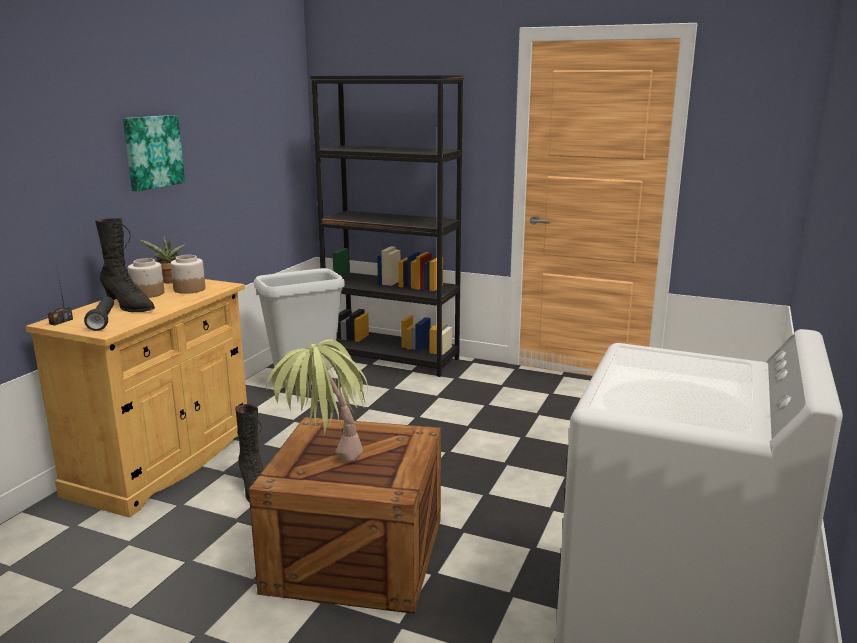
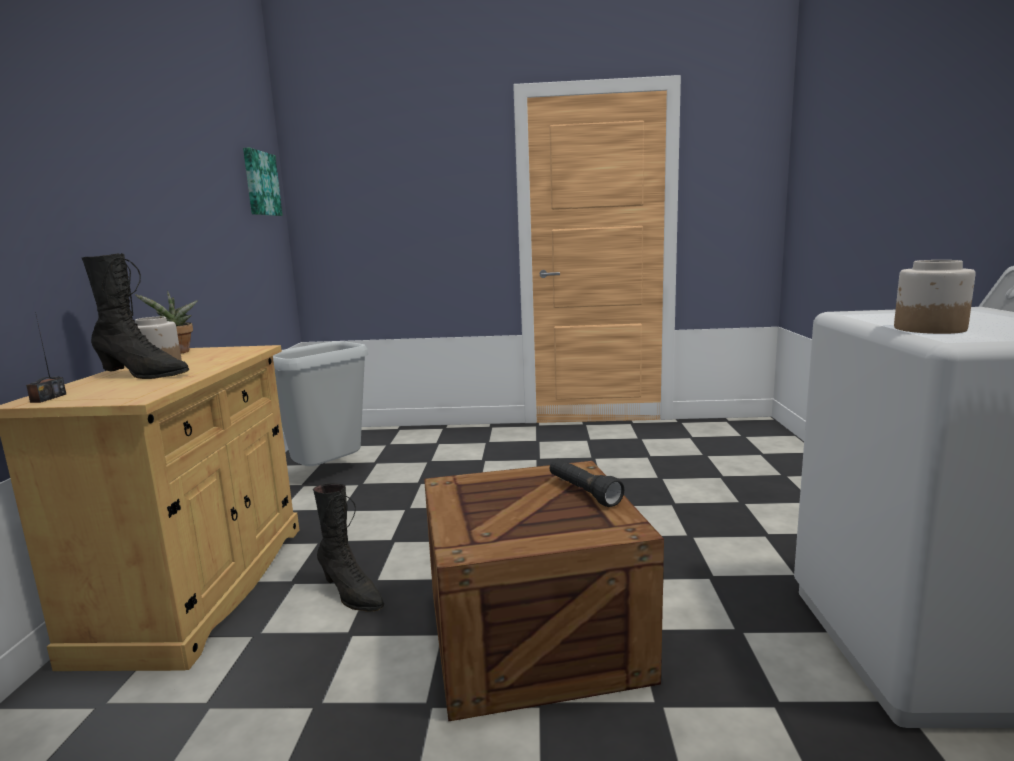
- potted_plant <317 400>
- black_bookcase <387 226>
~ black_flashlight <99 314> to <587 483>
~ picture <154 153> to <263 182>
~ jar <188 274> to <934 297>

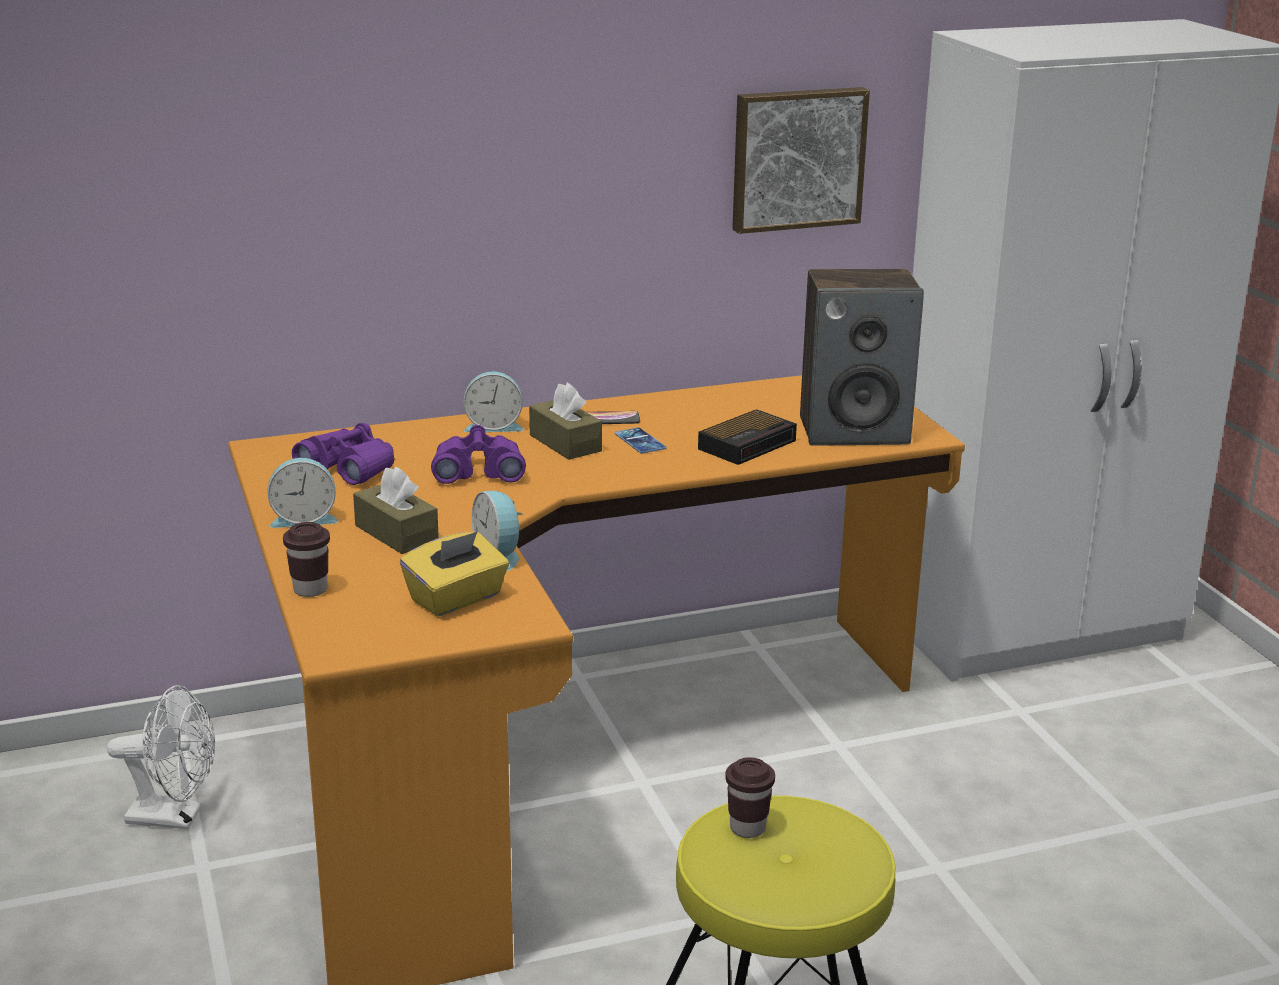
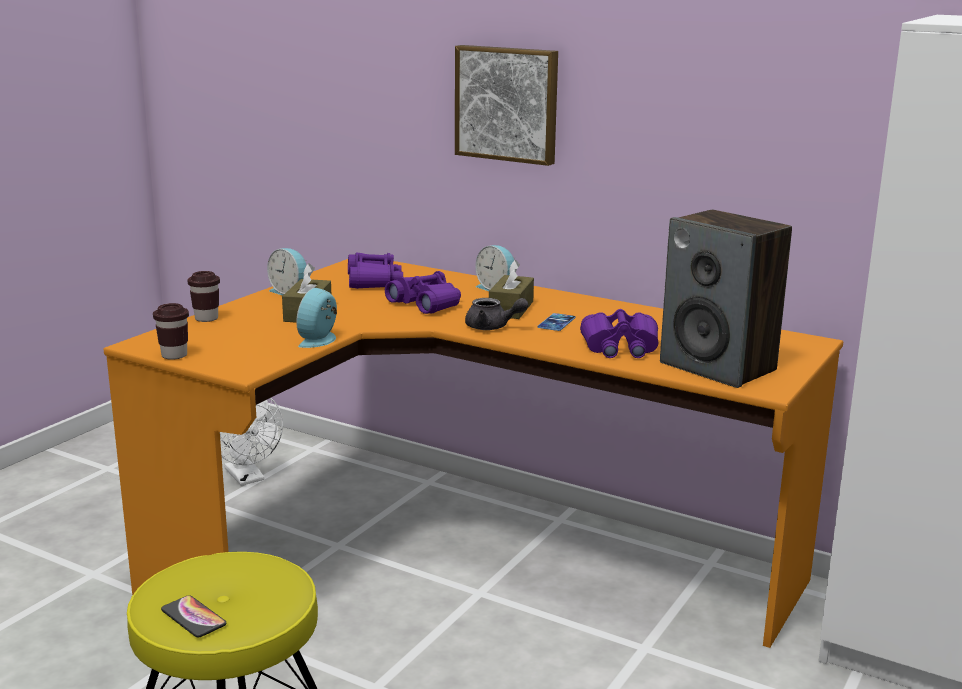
- yellow_tissue_box <454 574>
+ grey_teapot <496 314>
~ phone <613 417> to <193 616>
~ brown_cup <750 797> to <171 331>
~ picture <801 160> to <506 105>
~ alarm_clock <747 437> to purple_binoculars <619 333>

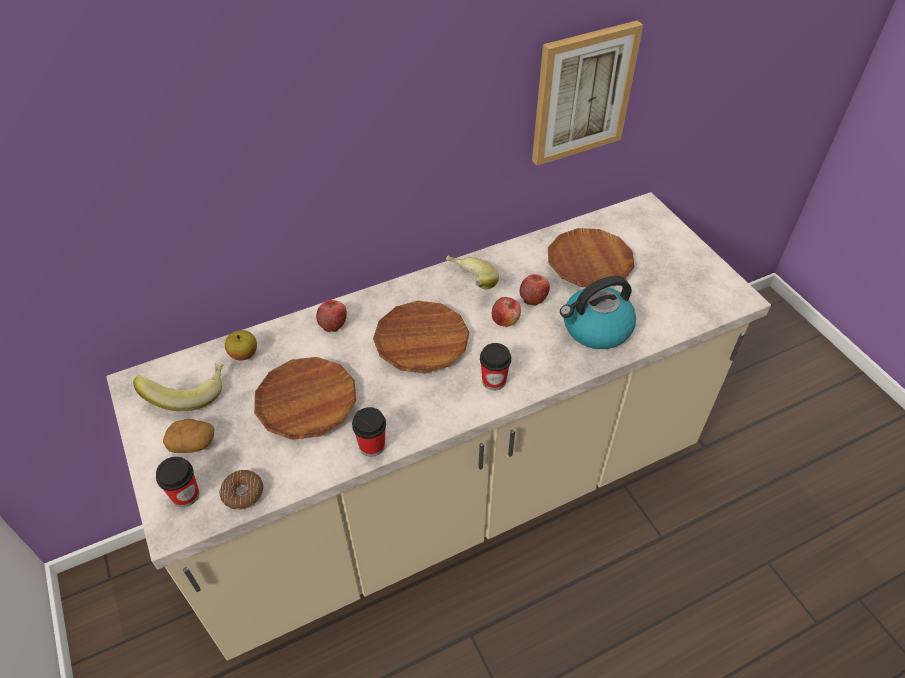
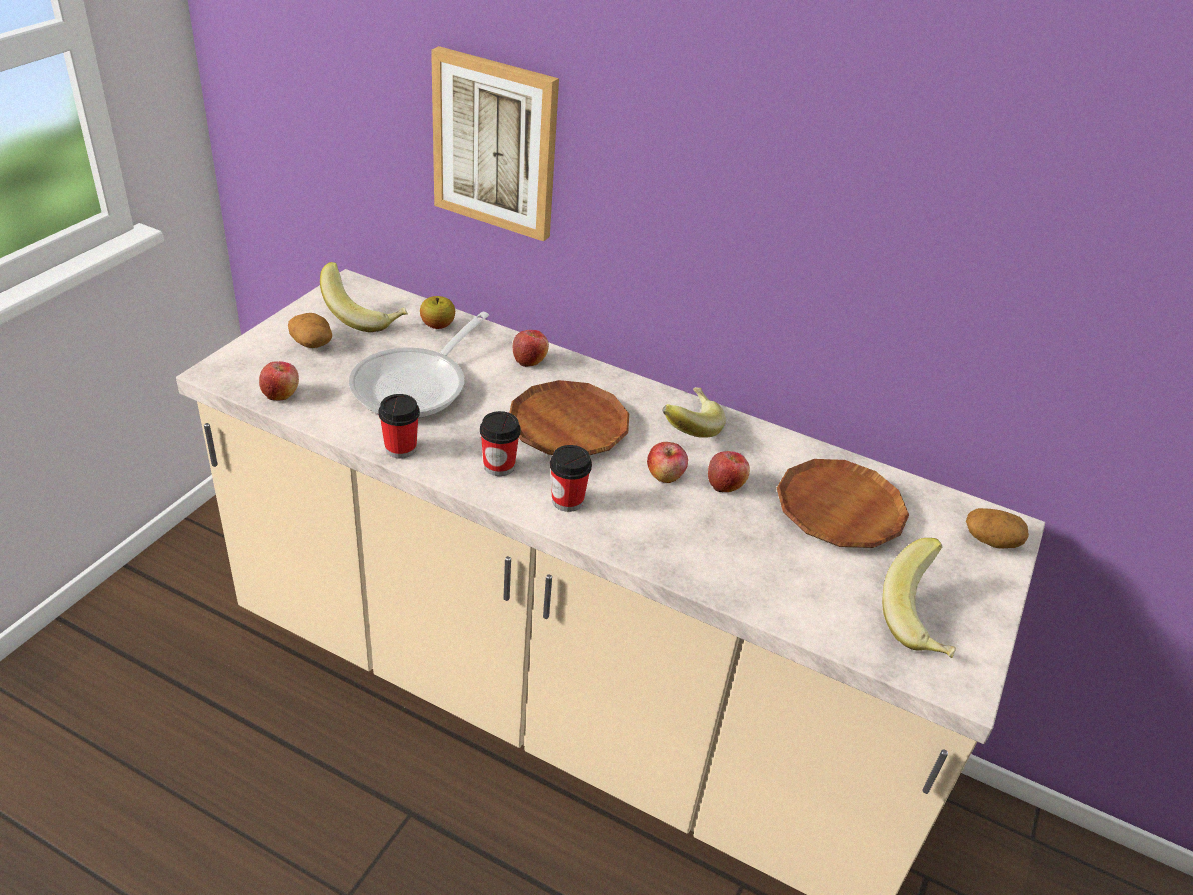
- kettle <598 312>
+ banana <919 598>
+ potato <997 528>
~ cup <177 481> to <500 443>
~ picture <587 93> to <495 143>
~ donut <241 490> to apple <279 381>
~ brown_plate <305 398> to frying_pan <419 365>

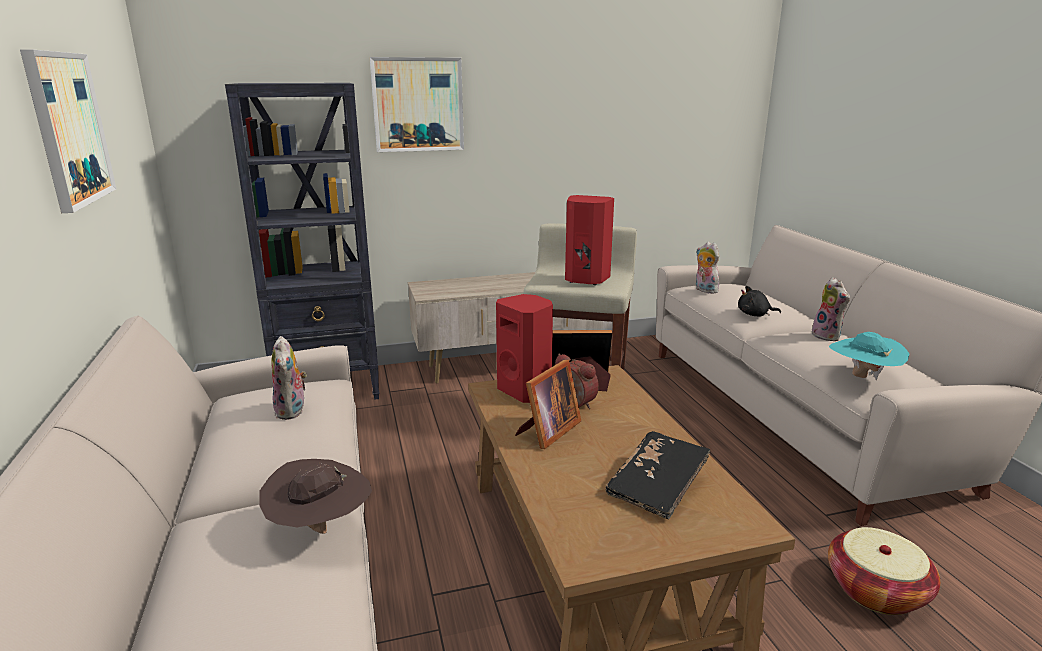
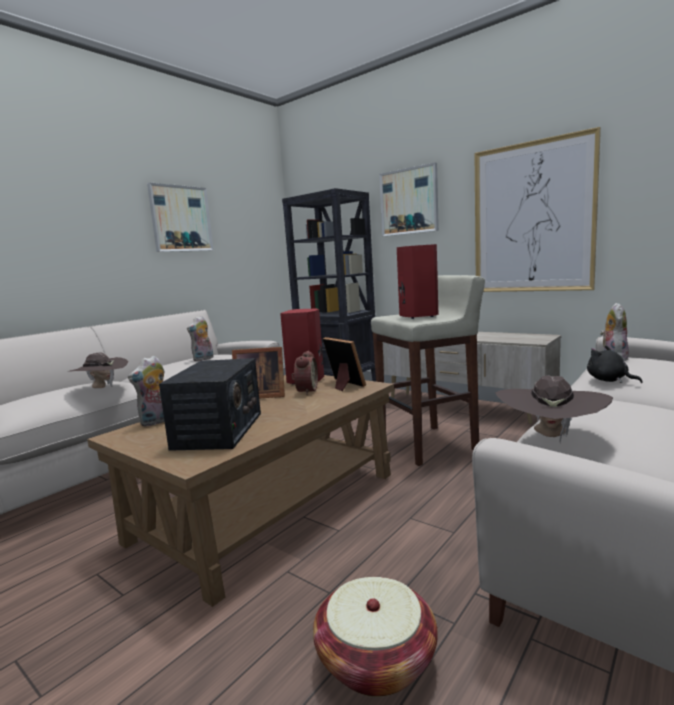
+ picture <537 209>
~ plush_toy <830 309> to <146 391>
~ black_book <658 475> to radio <210 404>
~ turquoise_hat <869 356> to brown_hat <554 409>

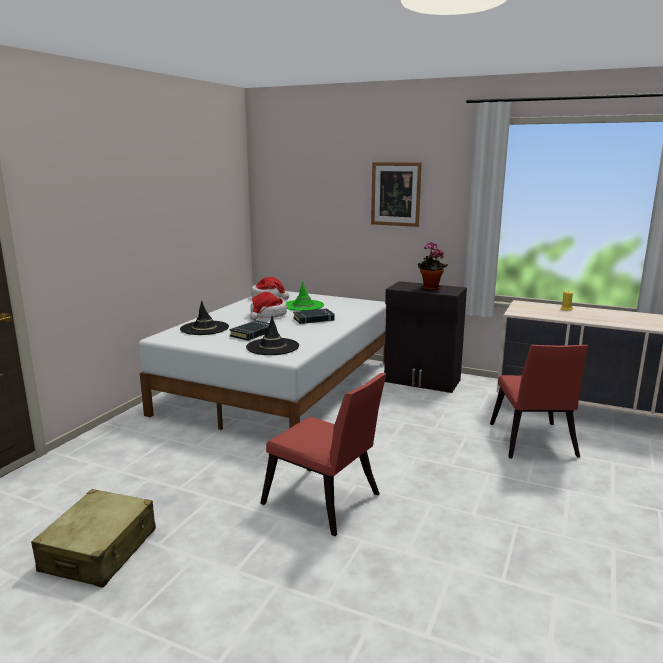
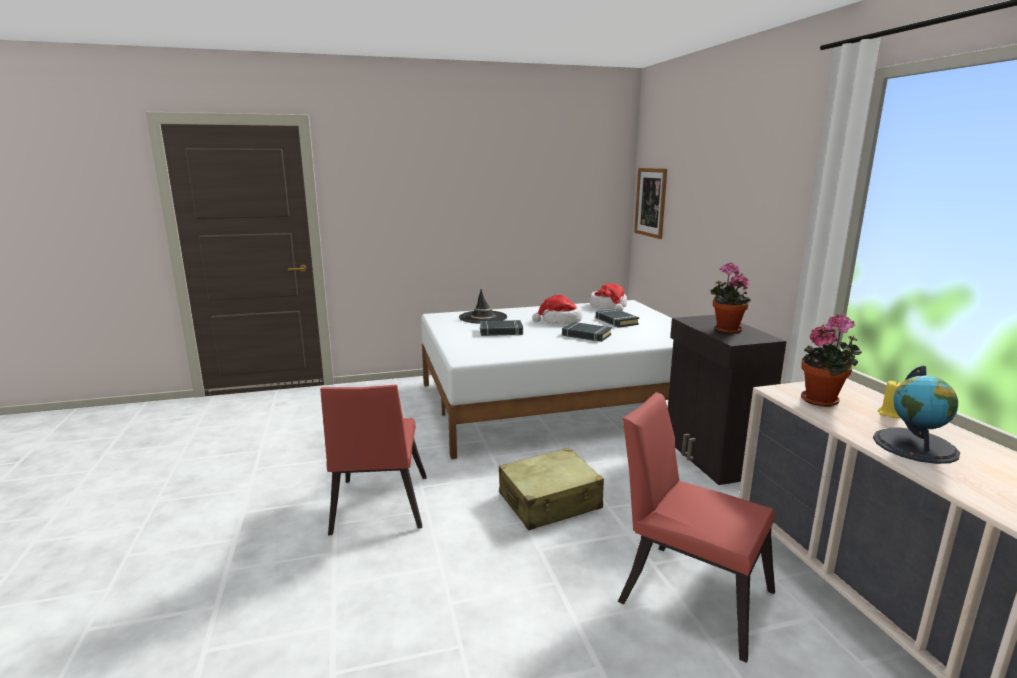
- black_hat <272 335>
+ potted_plant <831 360>
+ globe <916 415>
~ beige_suitcase <93 538> to <551 489>
~ picture <396 194> to <650 203>
~ green_hat <305 296> to black_book <617 318>
~ red_chair <539 402> = <696 527> 75 degrees clockwise

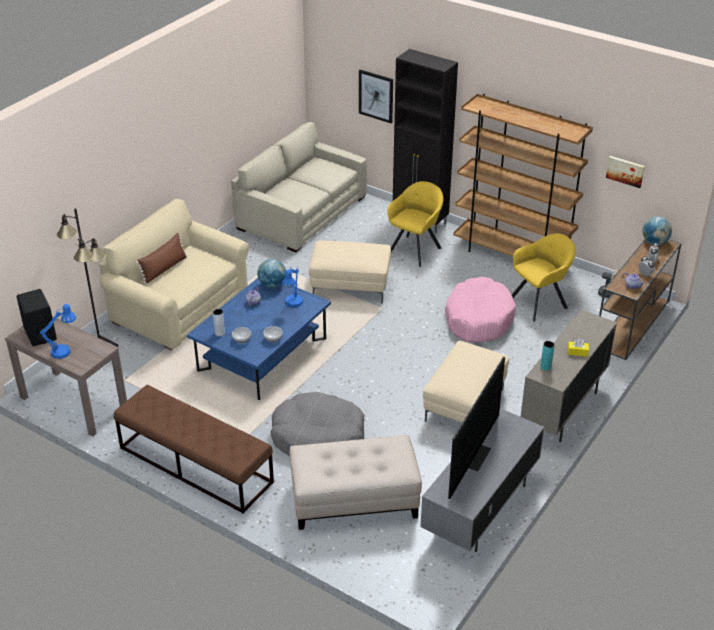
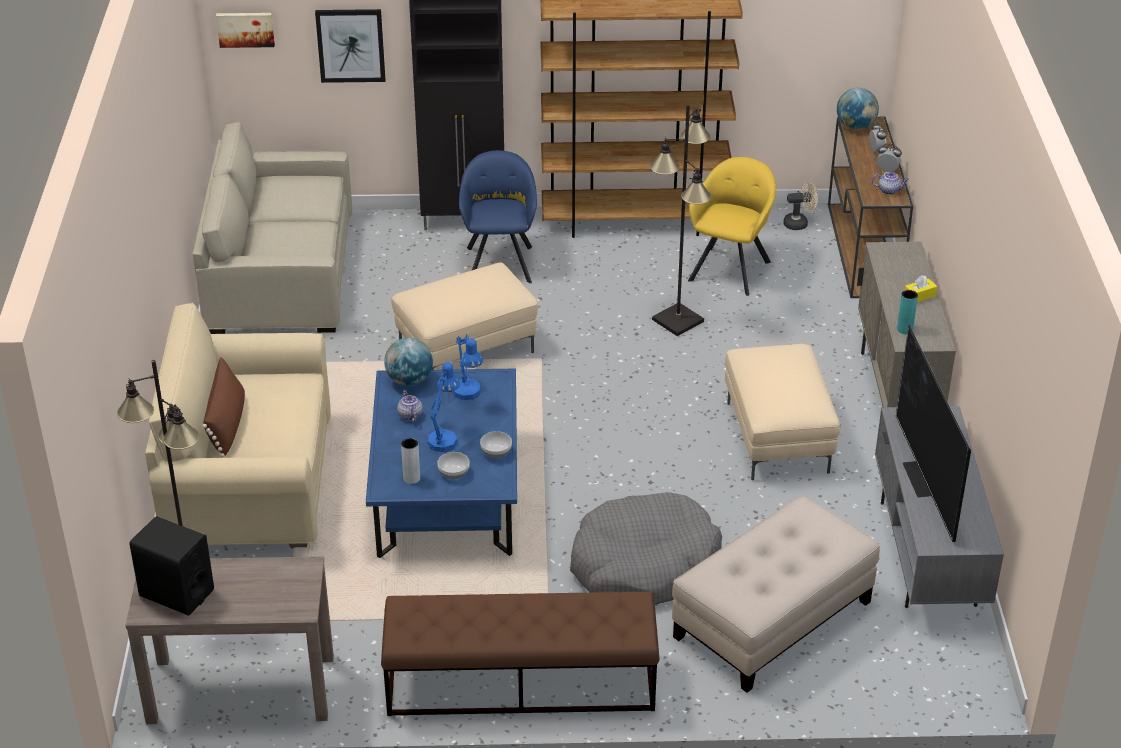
~ blue_table_lamp <58 331> to <443 407>
~ picture <625 172> to <245 30>
~ pink_dog_bed <480 310> to black_floor_lamp <680 220>
~ yellow_armchair <415 224> to blue_armchair <498 216>

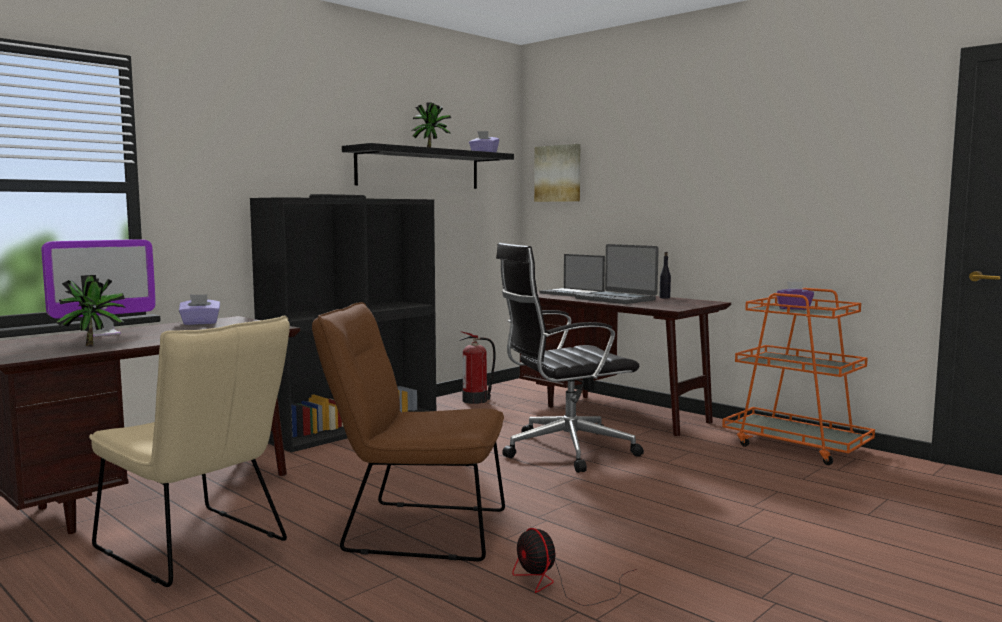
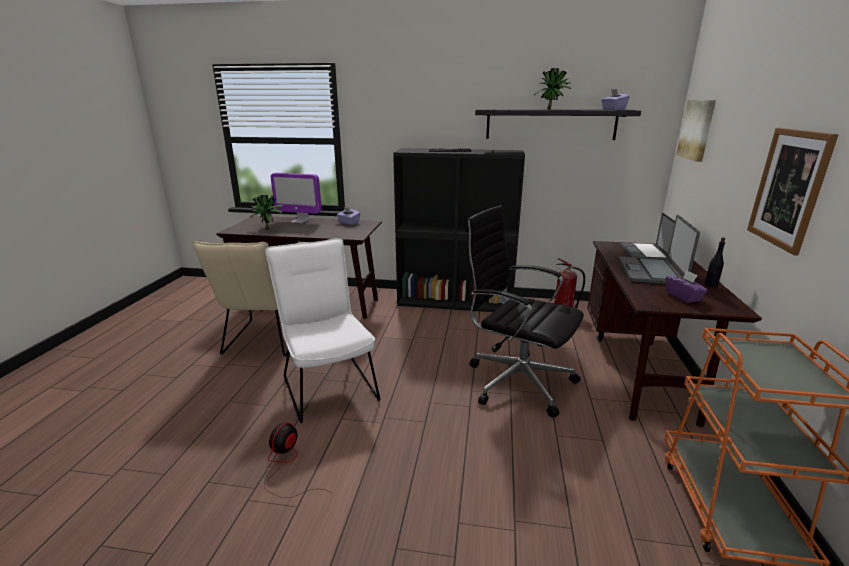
+ picture <792 192>
~ purple_tissue_box <795 295> to <687 286>
~ brown_chair <408 431> to white_chair <322 330>

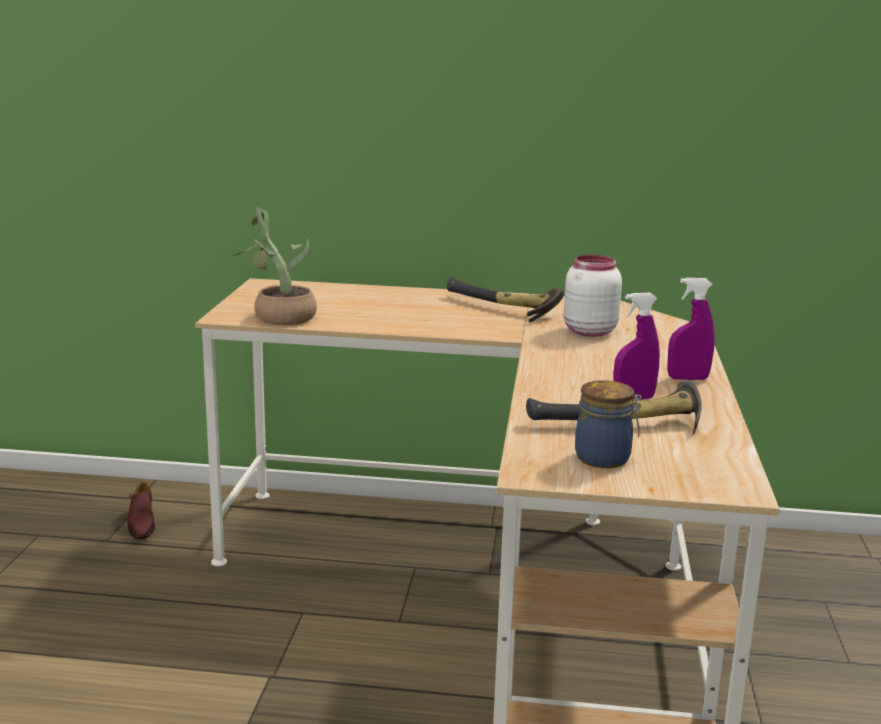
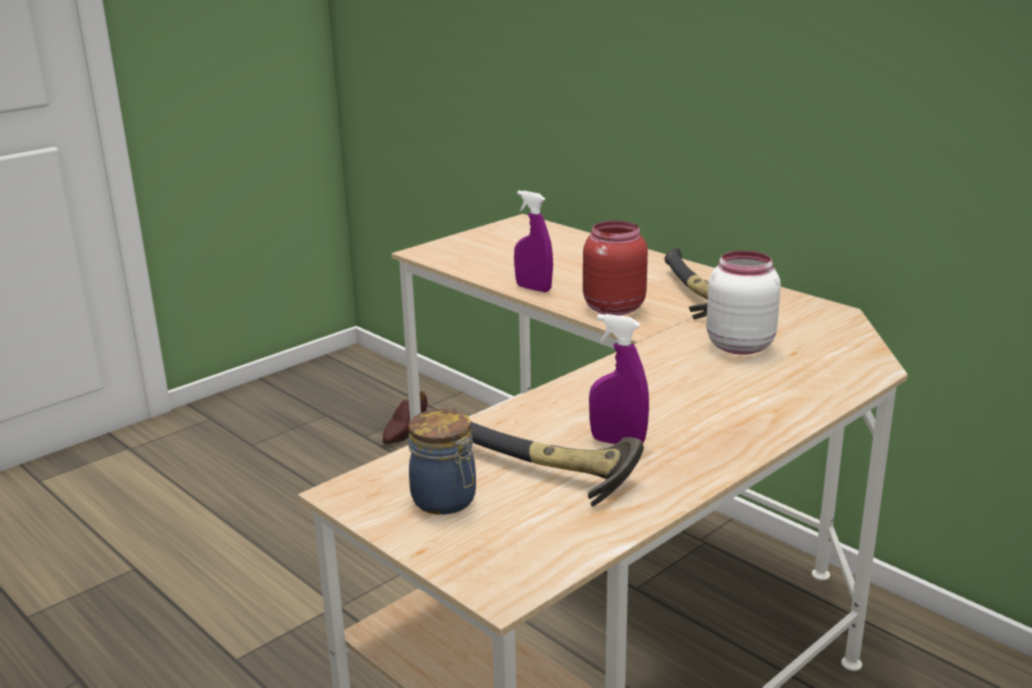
- potted_plant <275 266>
+ red_jar <615 268>
~ purple_spray_bottle <691 329> to <533 241>

